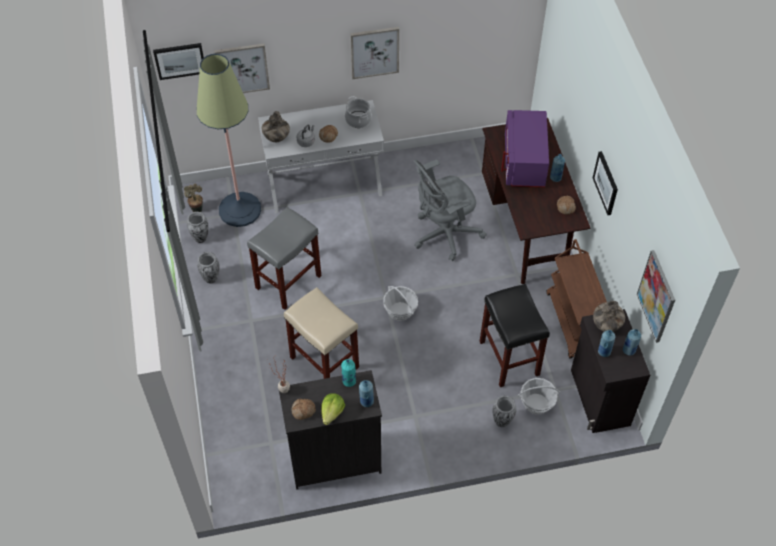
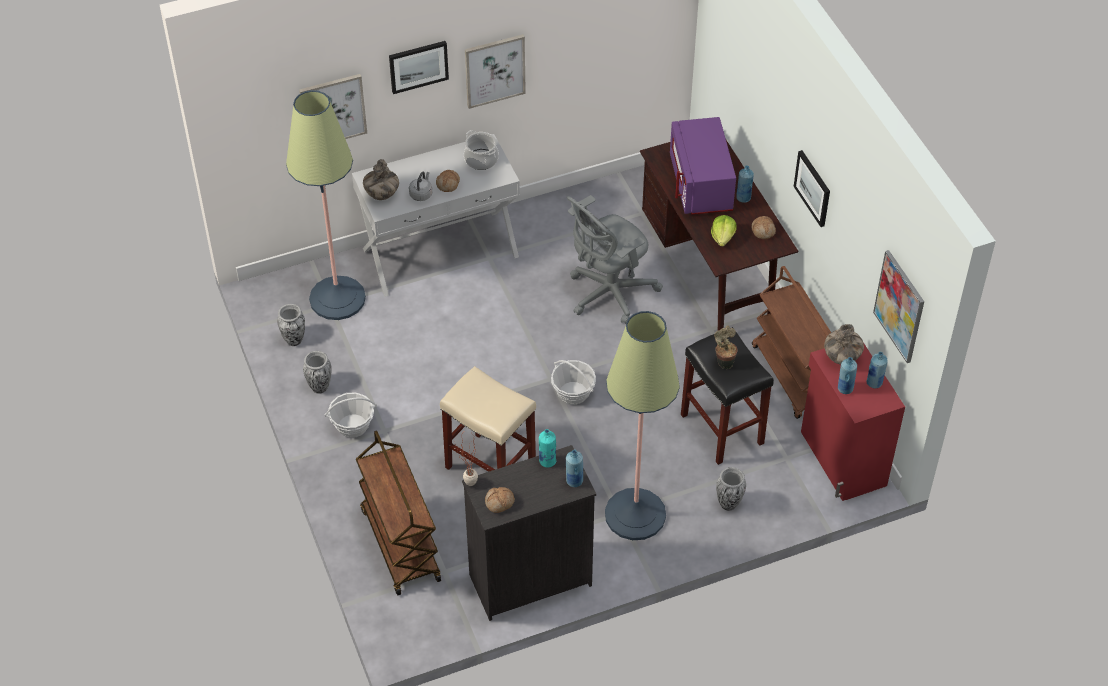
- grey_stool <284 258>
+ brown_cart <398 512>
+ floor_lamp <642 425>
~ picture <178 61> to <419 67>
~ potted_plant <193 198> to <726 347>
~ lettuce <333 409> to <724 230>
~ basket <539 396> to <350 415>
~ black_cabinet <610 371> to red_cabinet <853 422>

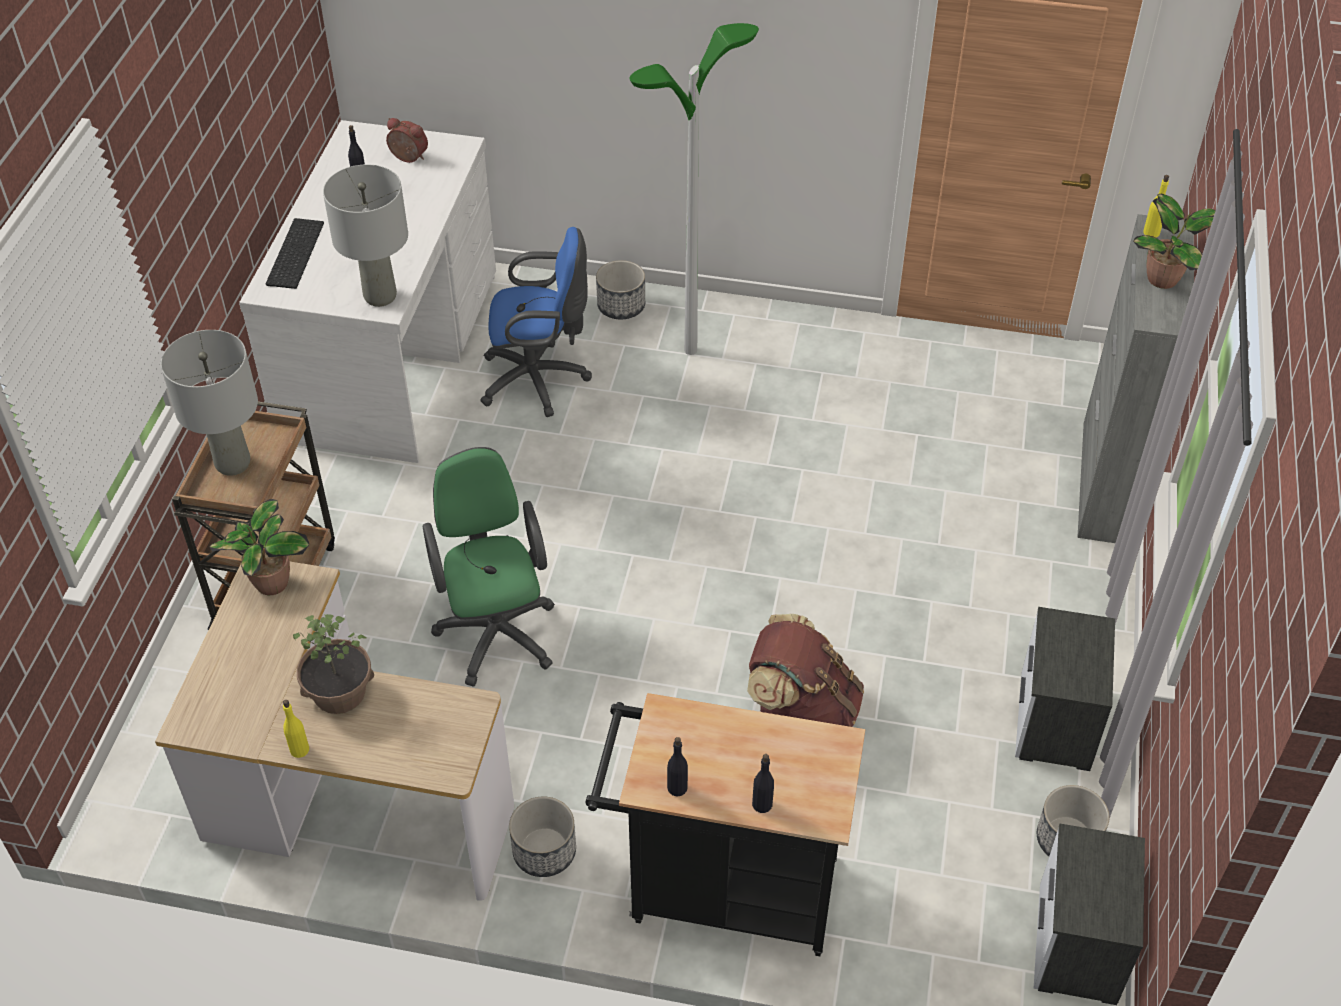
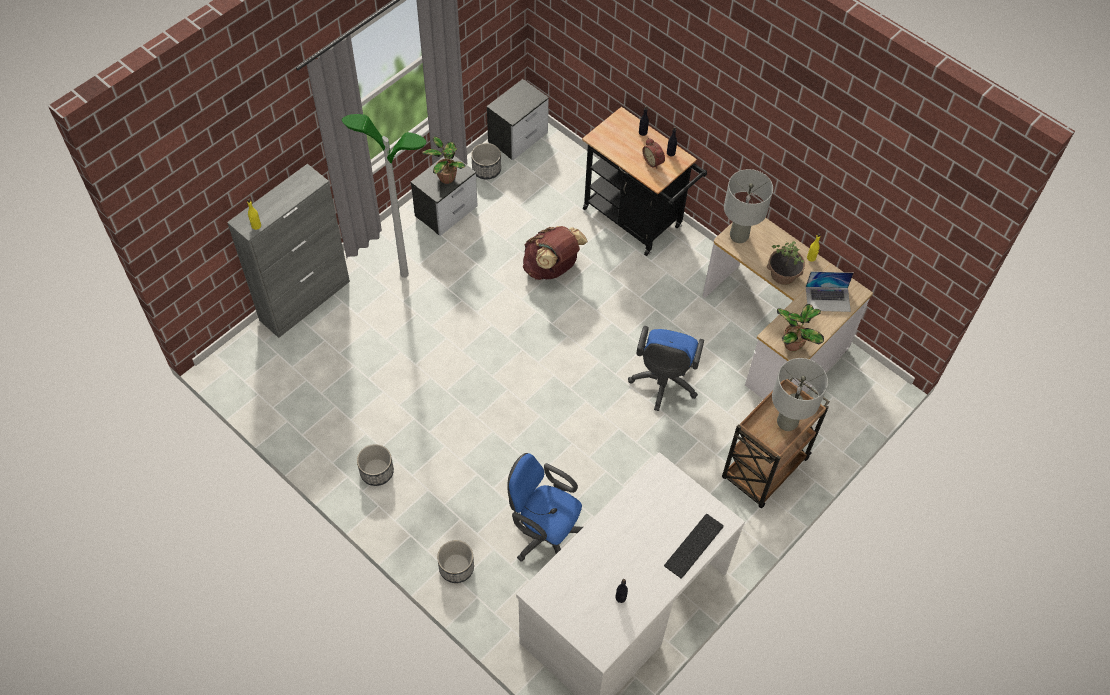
+ laptop <829 291>
~ grey_table_lamp <365 235> to <748 206>
~ alarm_clock <407 140> to <654 153>
~ planter <542 837> to <375 465>
~ floor_lamp <694 189> to <384 196>
~ potted_plant <1174 241> to <443 160>
~ green_office_chair <489 567> to blue_office_chair <666 368>

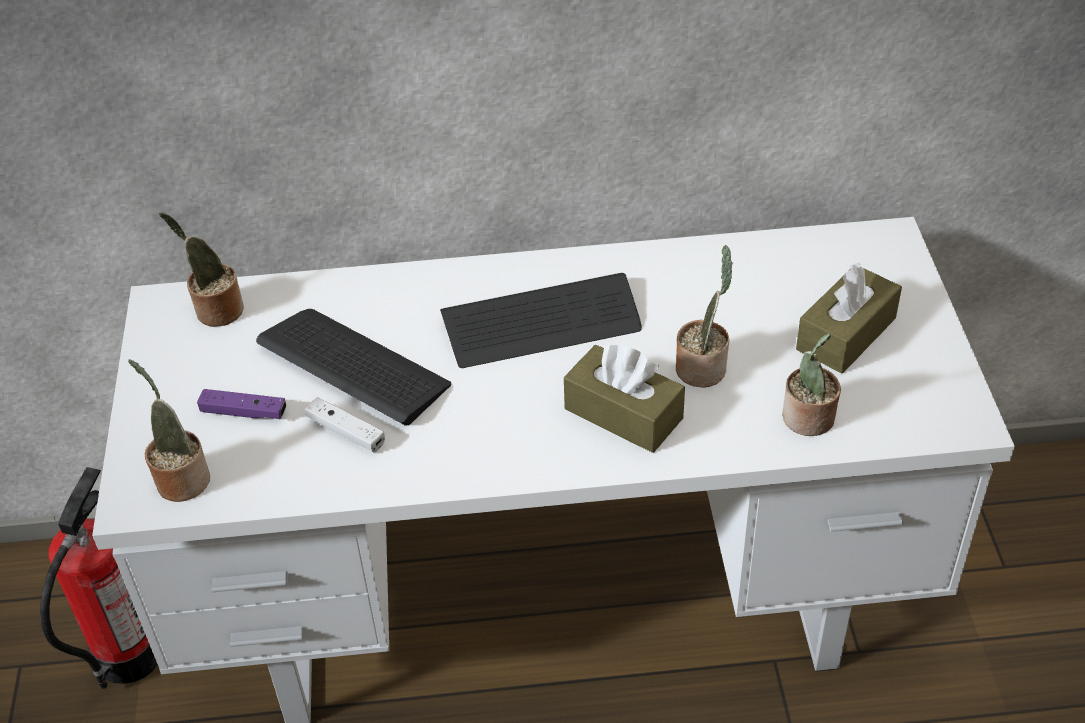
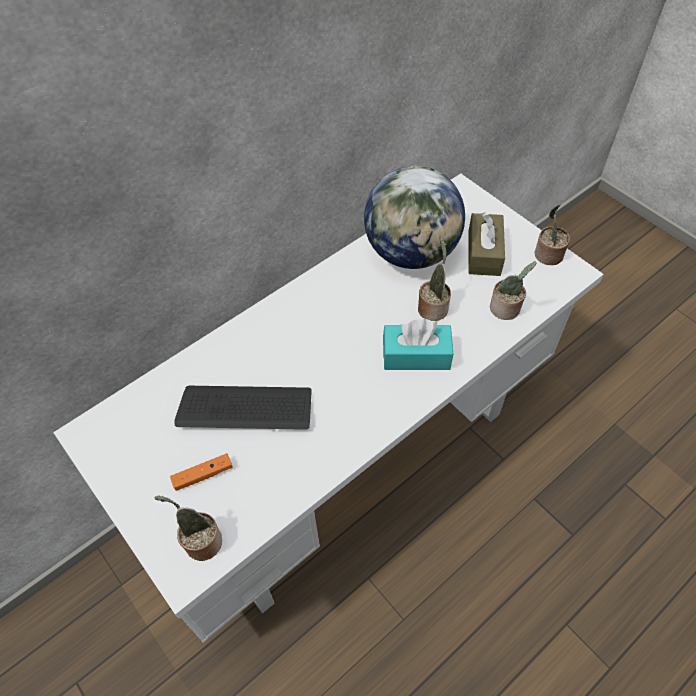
- fire_extinguisher <99 578>
- white_game_controller <345 425>
- keyboard <541 320>
+ globe <414 217>
~ potted_plant <201 269> to <552 234>
~ purple_game_controller <241 404> to orange_game_controller <201 472>
~ brown_tissue_box <624 398> to turquoise_tissue_box <418 344>

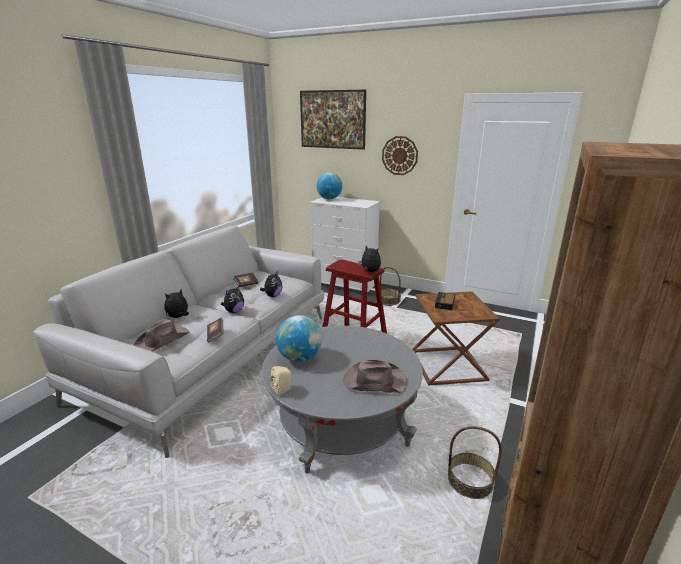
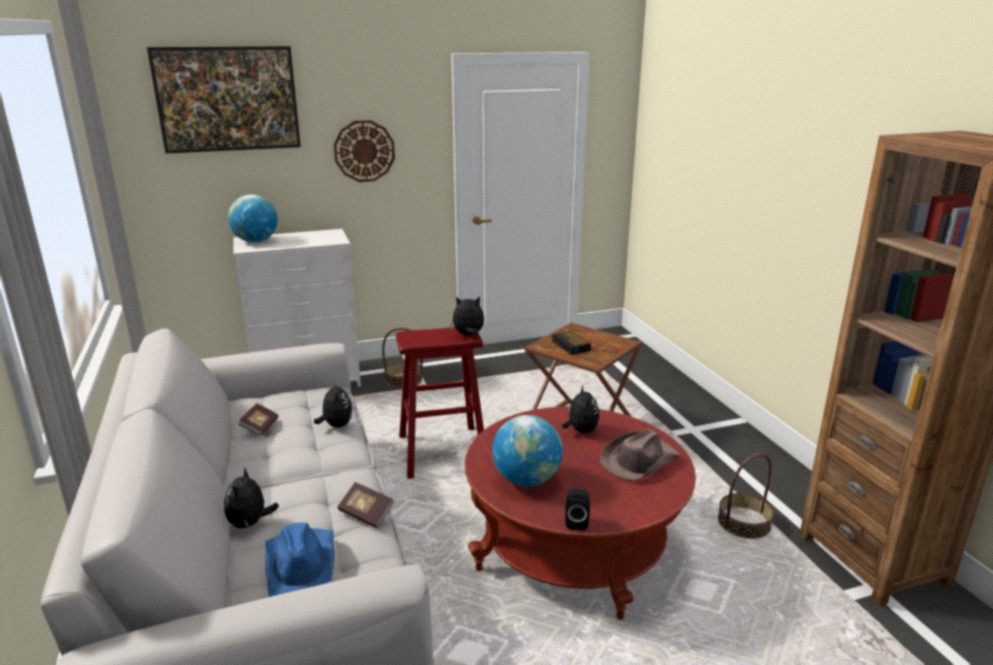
~ plush_toy <232 299> to <581 409>
~ brown_hat <161 335> to blue_hat <299 559>
~ grey_coffee_table <342 400> to red_coffee_table <580 513>
~ beige_speaker <281 380> to black_speaker <577 509>

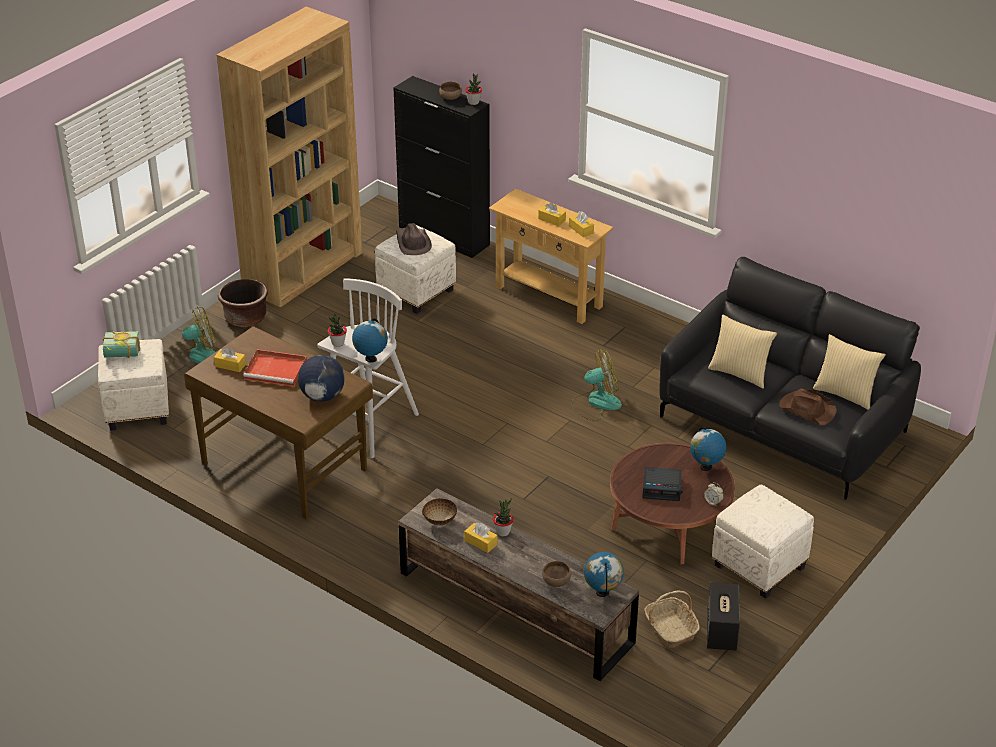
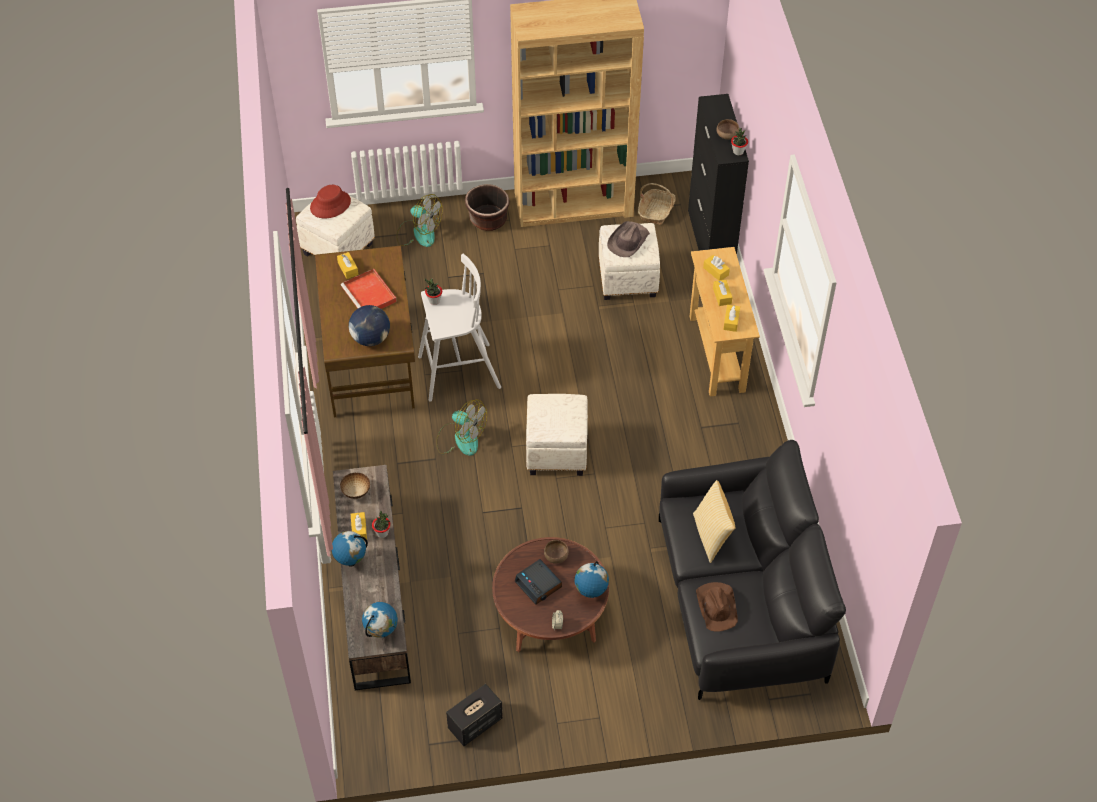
- pillow <849 372>
+ yellow_tissue_box <716 268>
~ globe <370 340> to <349 549>
~ brown_bowl <556 574> to <556 552>
~ fan <596 385> to <461 428>
~ basket <672 618> to <657 204>
~ white_ottoman <763 542> to <557 435>
~ book <121 344> to red_hat <330 201>

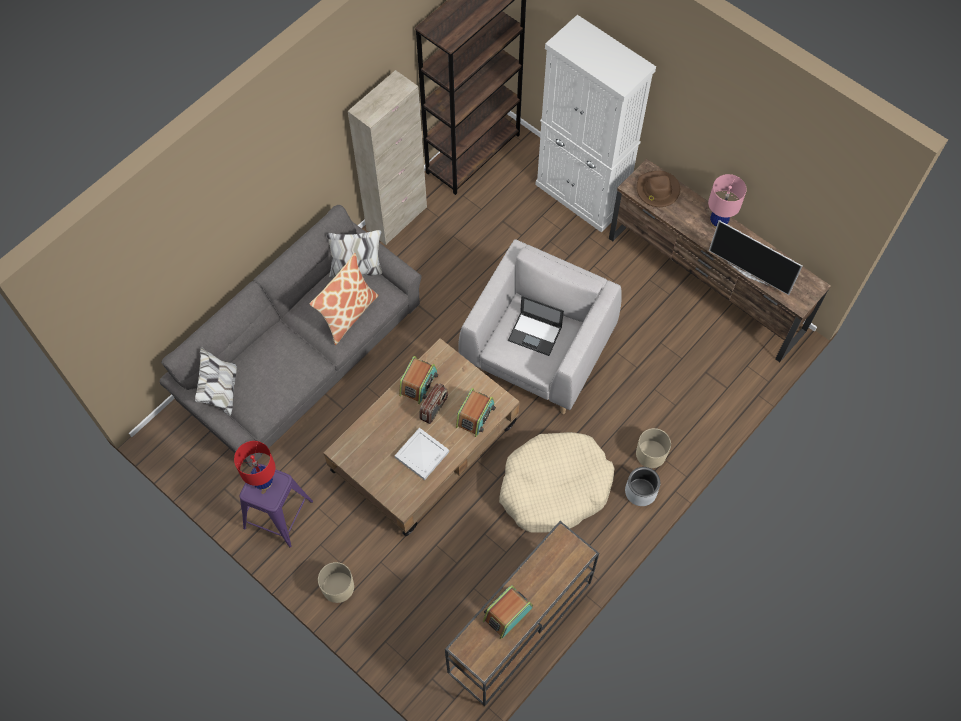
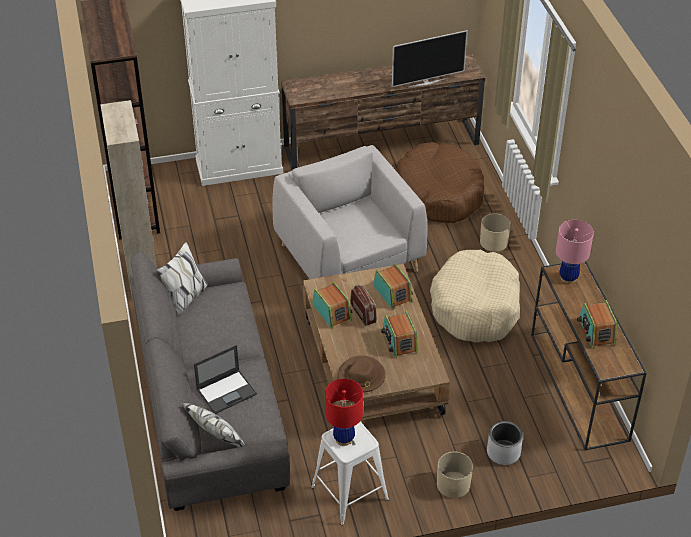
- pillow <344 299>
+ brown_dog_bed <440 182>
~ laptop <536 326> to <225 379>
~ grey_planter <642 486> to <505 443>
~ brown_hat <658 189> to <361 374>
~ pink_table_lamp <727 201> to <575 252>
~ white_tray <422 454> to radio <399 334>
~ purple_stool <276 505> to white_stool <350 473>

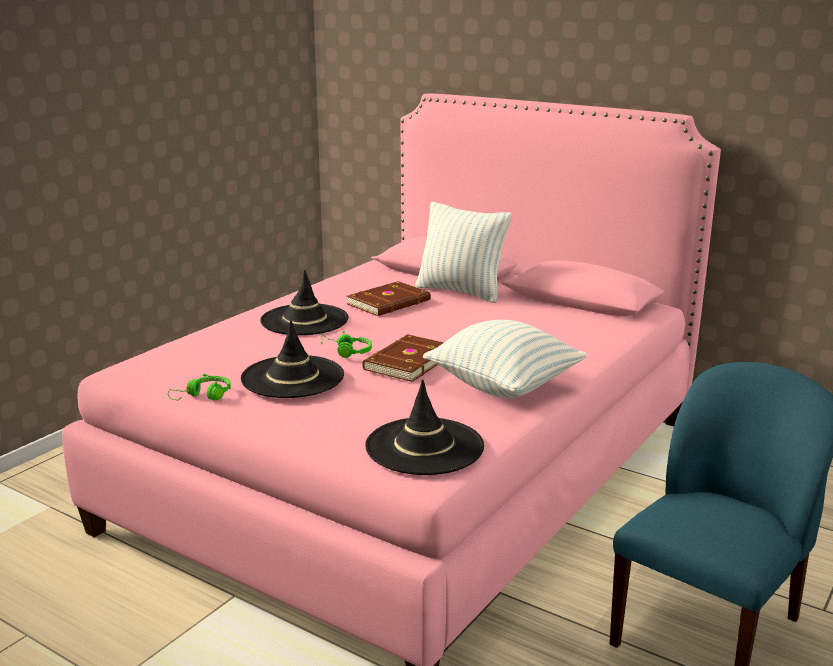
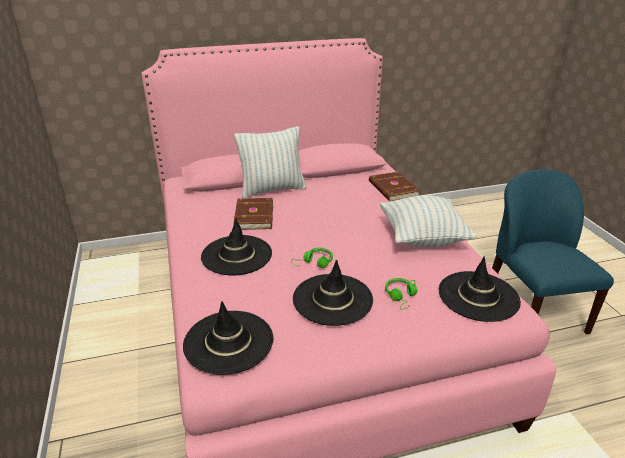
+ black_hat <228 338>
~ green_headphones <199 387> to <401 294>
~ brown_book <403 358> to <394 186>

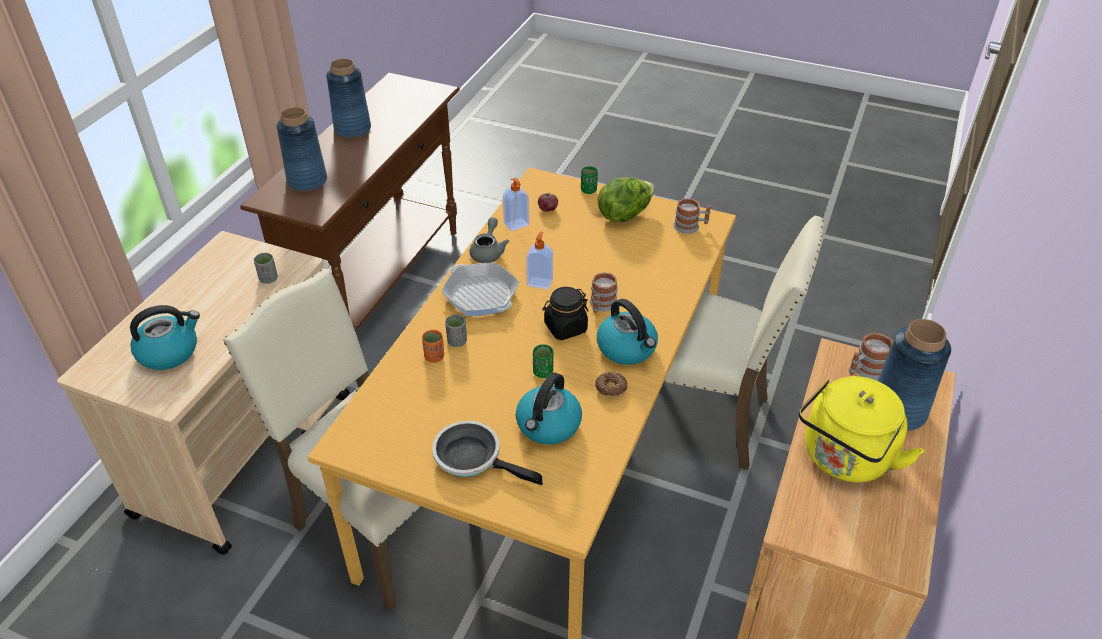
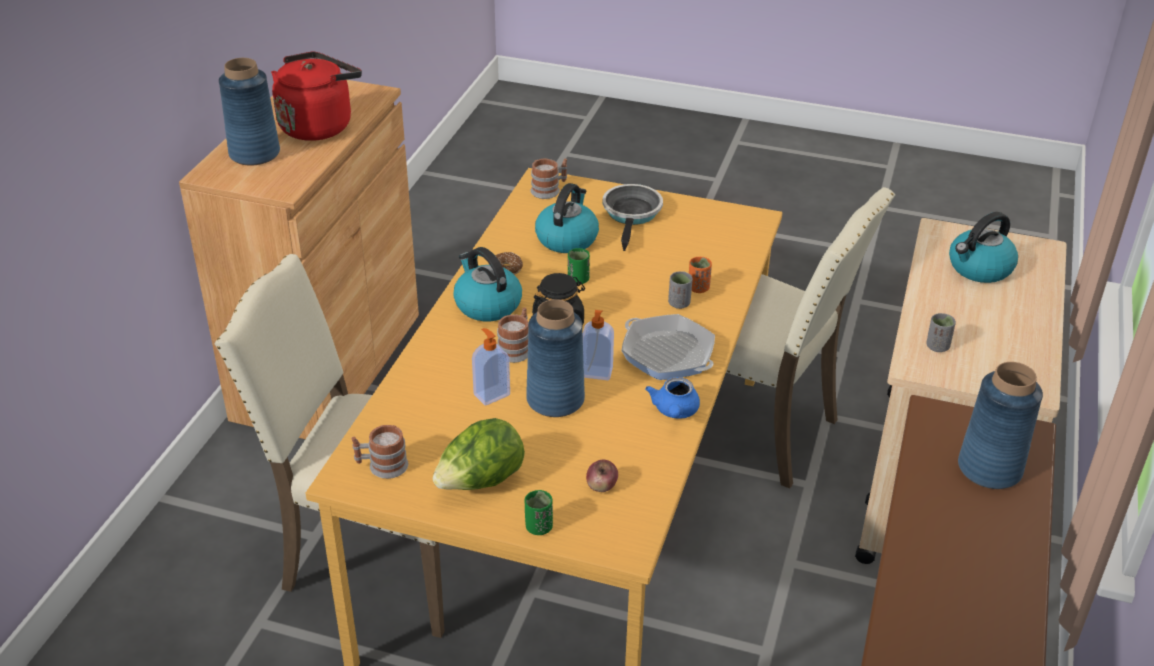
~ blue_vase <348 98> to <555 358>
~ soap_dispenser <516 204> to <491 367>
~ mug <871 356> to <548 178>
~ grey_teapot <489 240> to blue_teapot <672 398>
~ yellow_kettle <861 429> to red_kettle <316 96>
~ frying_pan <487 453> = <633 217> 105 degrees counterclockwise

